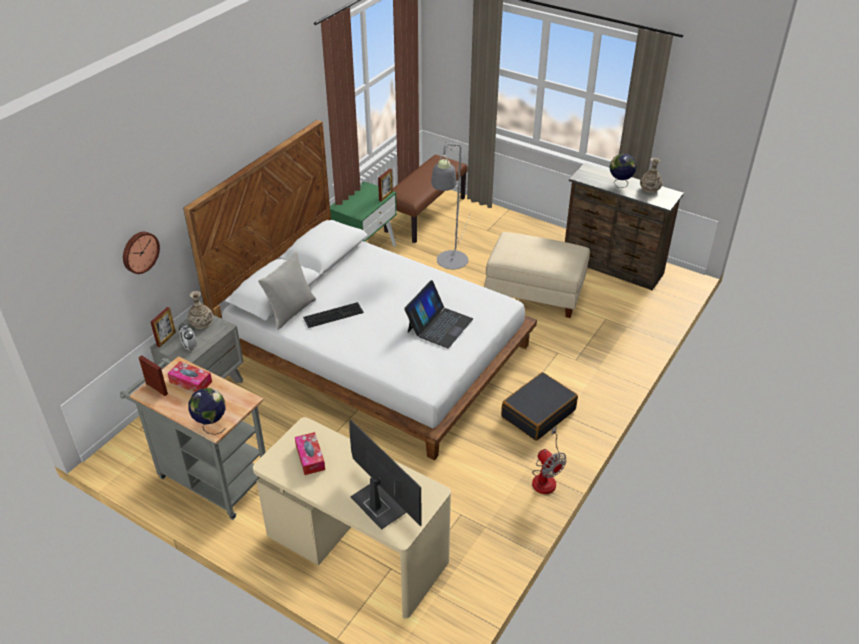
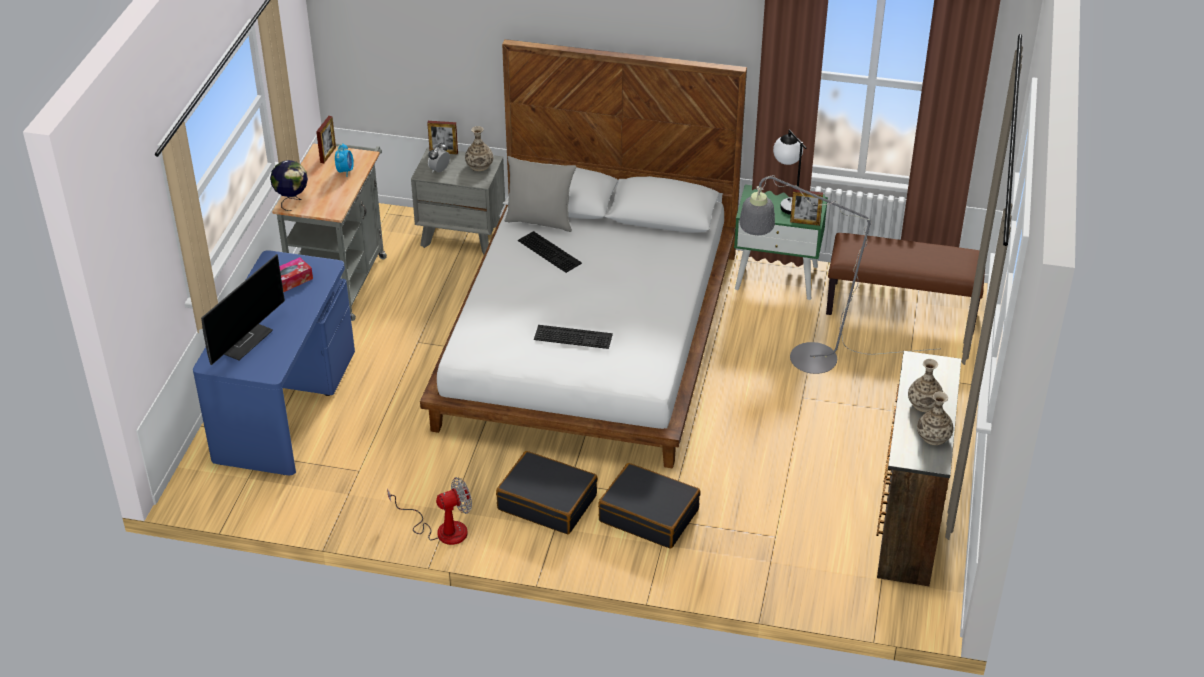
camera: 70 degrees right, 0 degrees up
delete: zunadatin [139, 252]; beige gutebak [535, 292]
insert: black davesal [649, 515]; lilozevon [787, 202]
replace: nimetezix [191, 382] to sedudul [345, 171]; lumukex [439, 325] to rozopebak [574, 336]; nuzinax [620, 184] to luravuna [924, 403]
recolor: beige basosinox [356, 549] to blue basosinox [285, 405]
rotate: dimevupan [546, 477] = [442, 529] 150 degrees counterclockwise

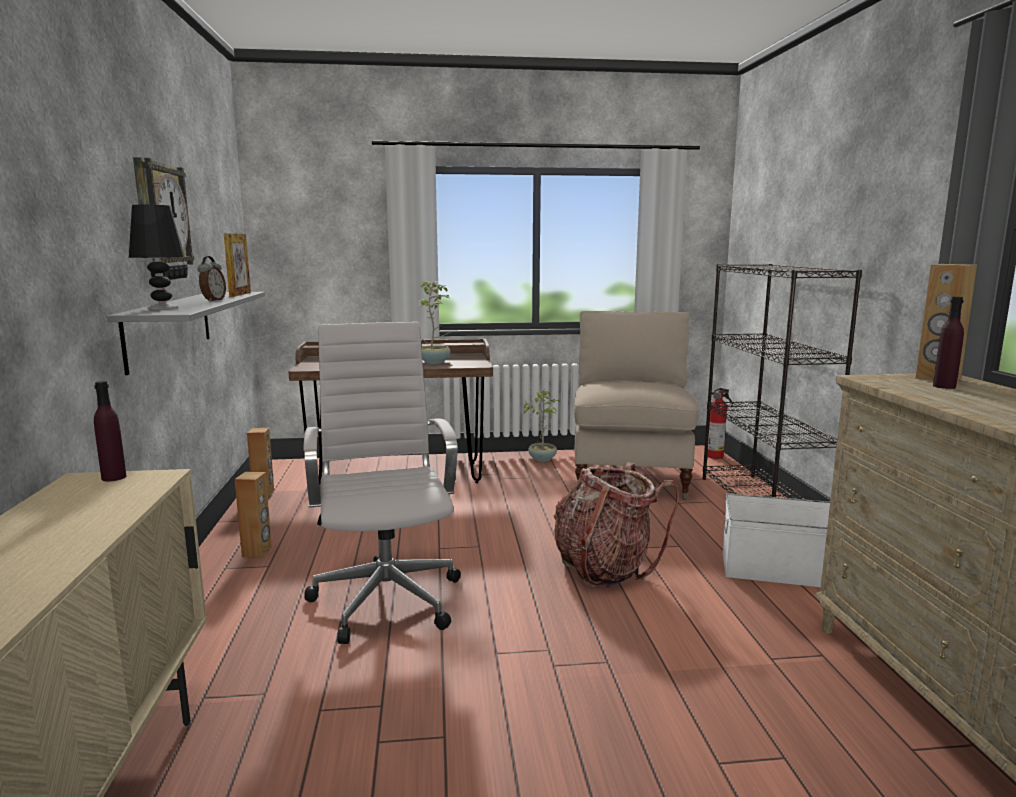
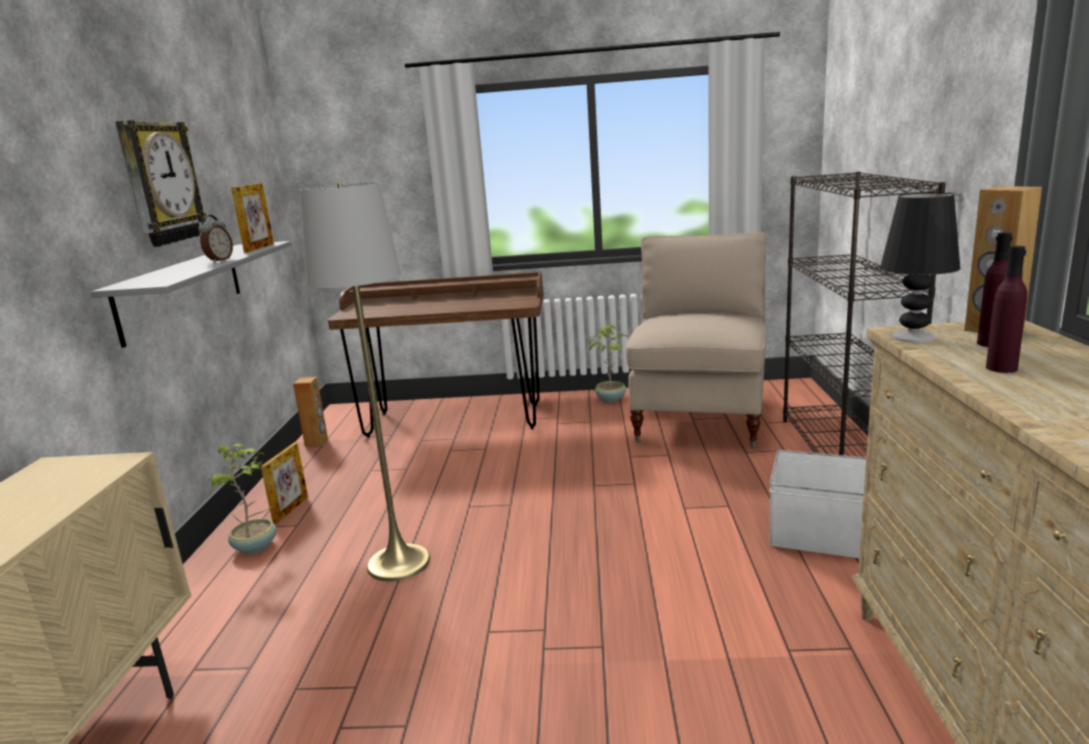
camera: 10 degrees right, 5 degrees up
delete: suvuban [605, 568]; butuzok [716, 456]
move: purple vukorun [114, 477] to [1001, 368]; black lilozevon [162, 308] to [913, 337]; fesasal [435, 362] to [256, 547]
replace: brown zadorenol [257, 552] to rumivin [291, 509]; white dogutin [386, 597] to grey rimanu [399, 562]

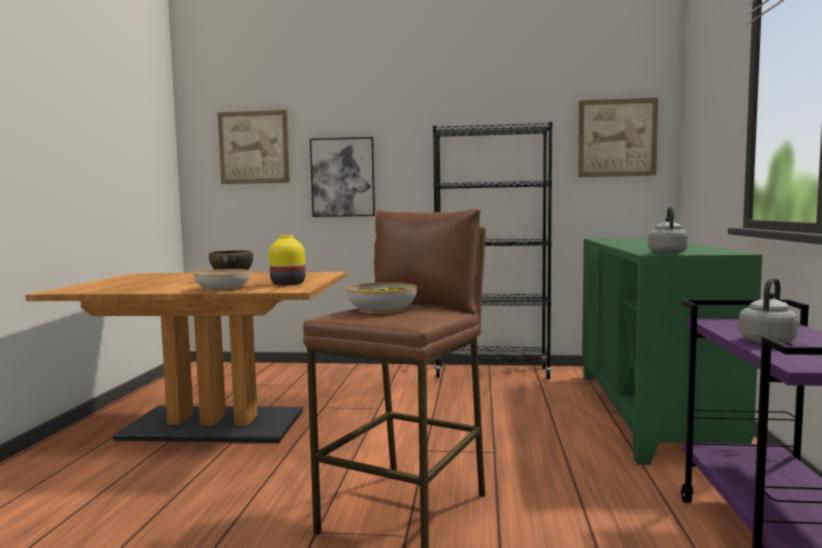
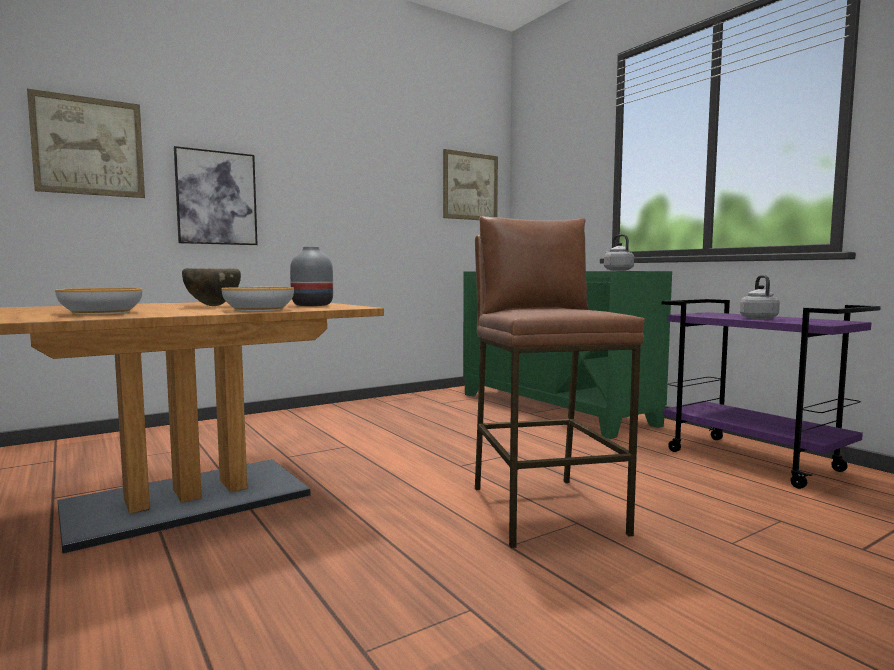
camera: 40 degrees left, 0 degrees up
delete: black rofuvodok [492, 373]
move: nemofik [382, 309] to [102, 312]
recolor: yellow luravuna [288, 284] to grey luravuna [311, 305]

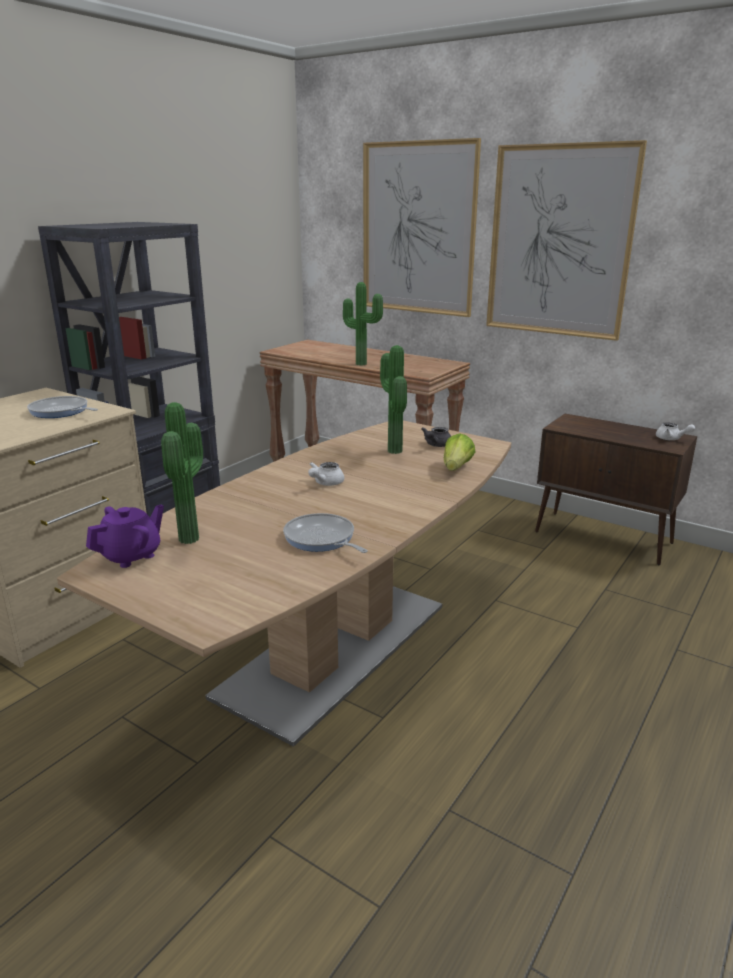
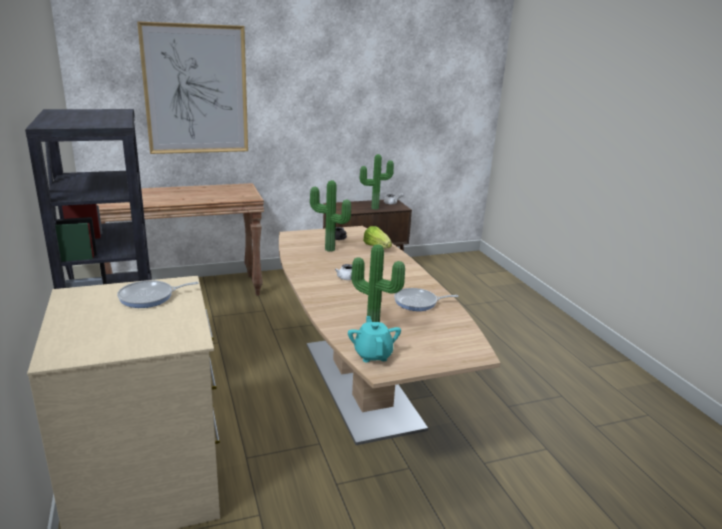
camera: 55 degrees left, 0 degrees up
delete: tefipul [559, 242]
move: fesasal [362, 363] to [374, 207]
recolor: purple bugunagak [131, 556] to turquoise bugunagak [373, 354]

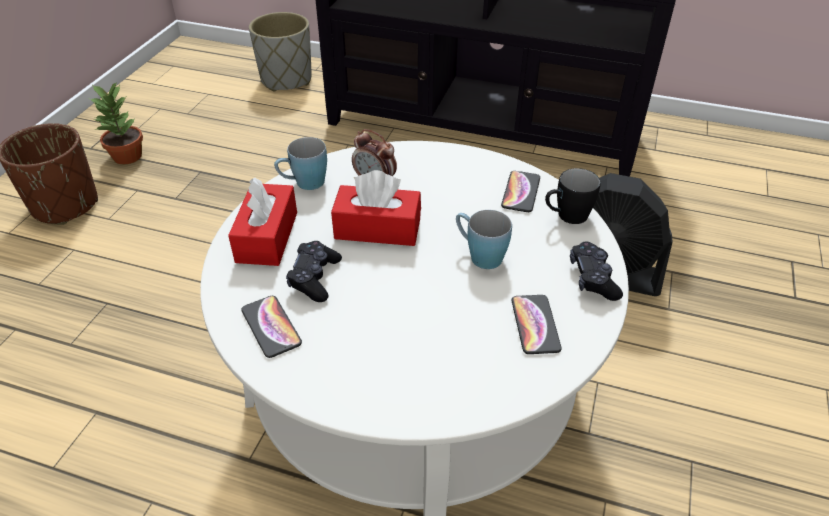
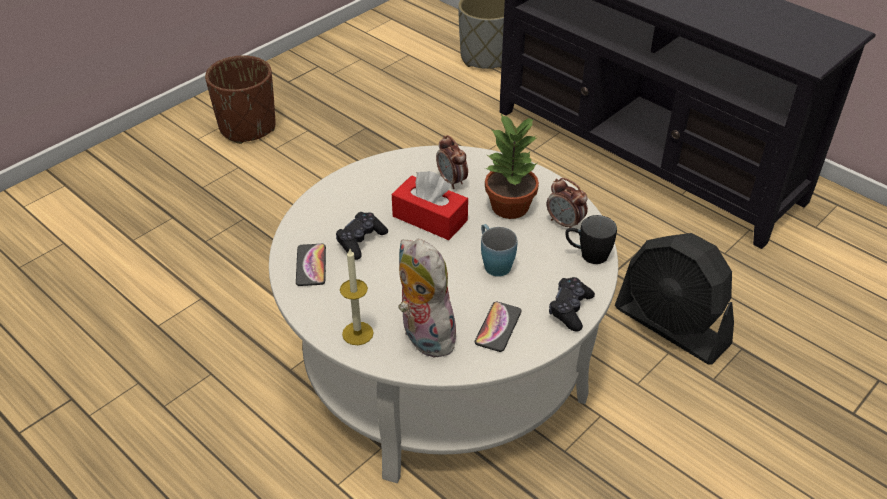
camera: 25 degrees right, 0 degrees up
delete: red nimetezix [267, 237]; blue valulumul [303, 184]
insert: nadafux [357, 333]; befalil [423, 336]
move: fesasal [128, 156] to [510, 207]
replace: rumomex [521, 192] to sedudul [565, 223]

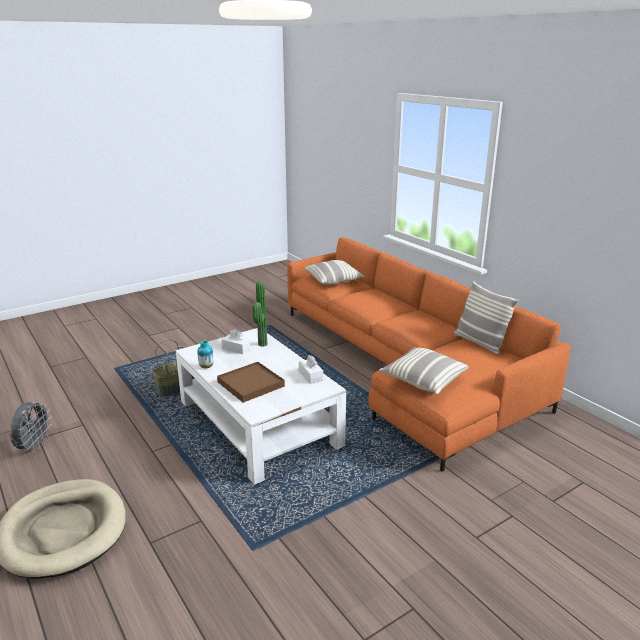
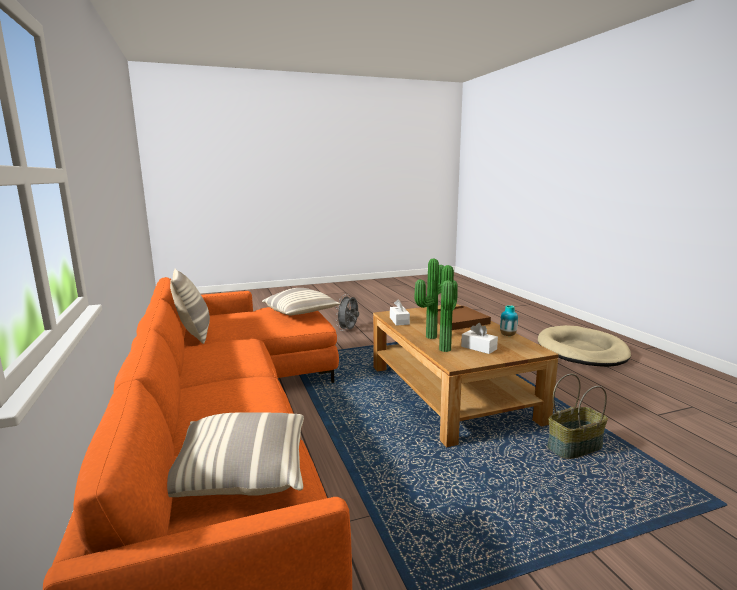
camera: 165 degrees left, 10 degrees down
insert: fesasal [429, 336]
move: grey dimevupan [34, 447] to [348, 330]
recolor: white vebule [258, 423] to brown vebule [450, 392]

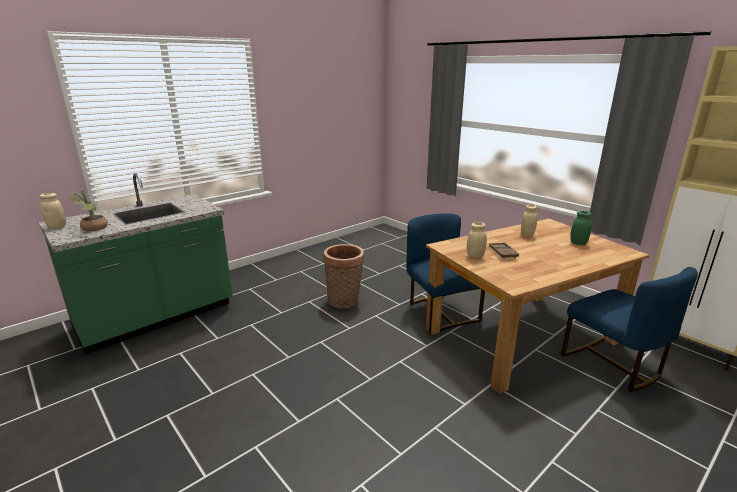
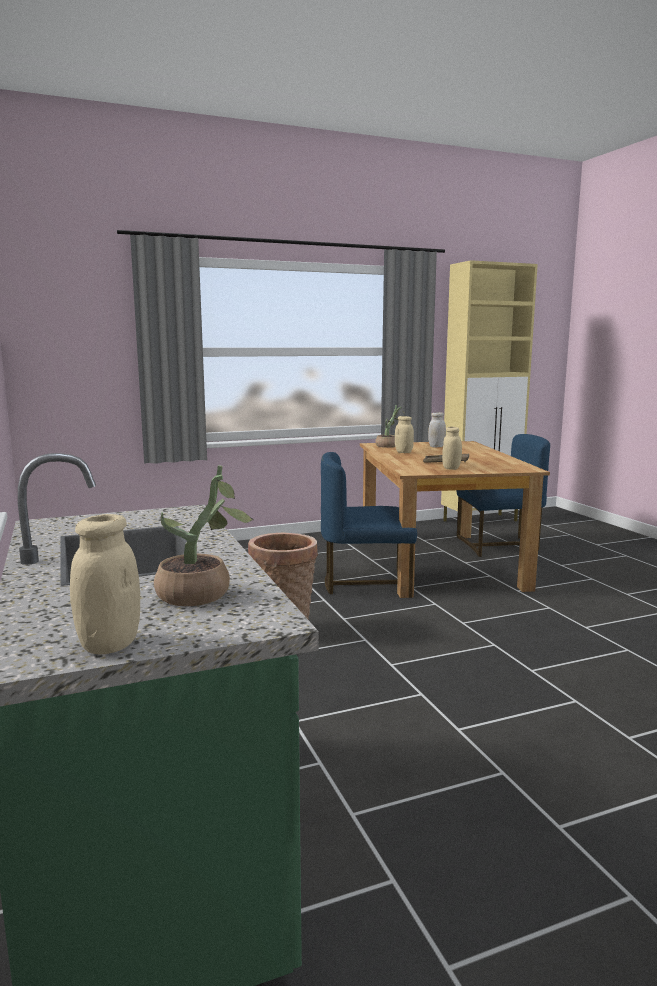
camera: 70 degrees left, 10 degrees down
insert: fesasal [389, 446]
recolor: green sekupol [578, 243] to white sekupol [436, 446]

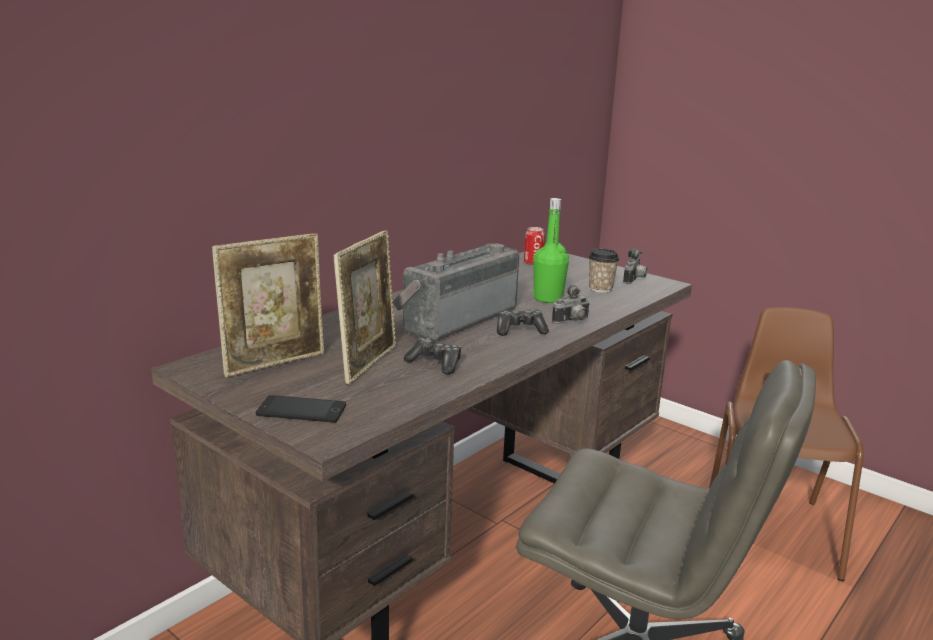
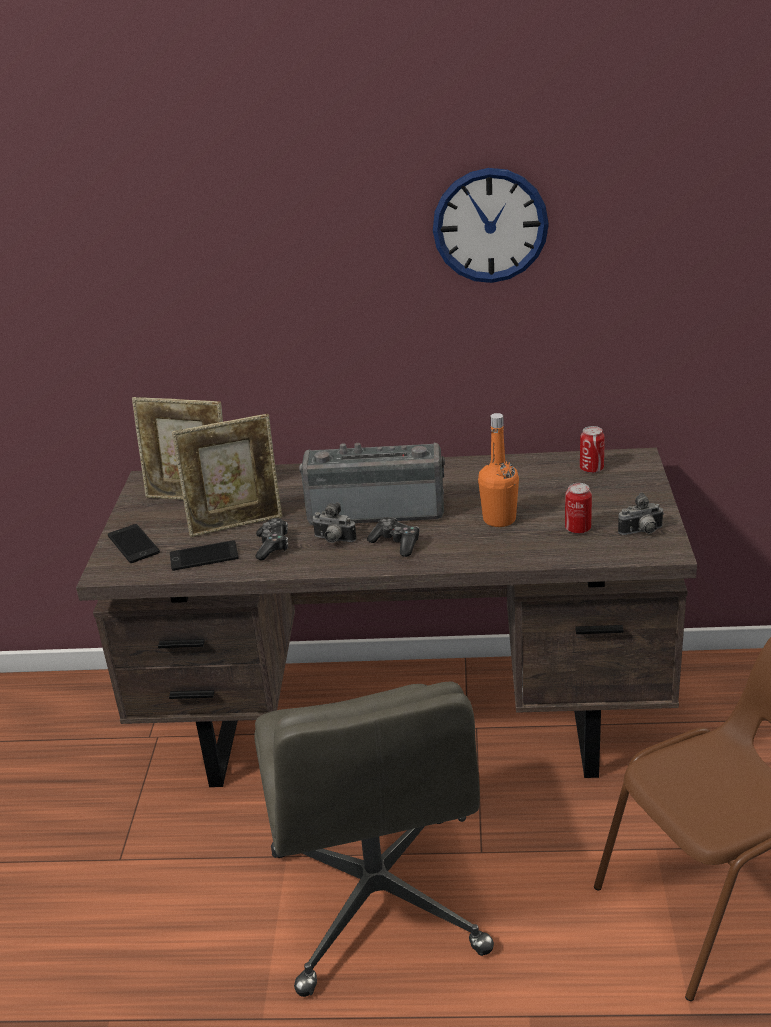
camera: 55 degrees right, 10 degrees up
insert: rumomex [204, 556]; zunadatin [490, 226]
move: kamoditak [572, 322] to [333, 540]
replace: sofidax [600, 289] to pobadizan [578, 528]
recolor: green vukorun [548, 298] to orange vukorun [499, 519]

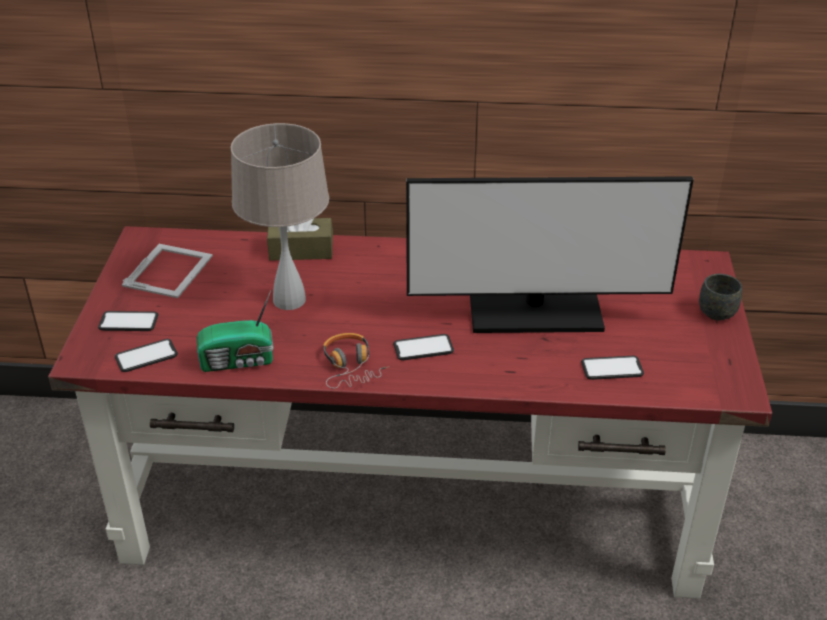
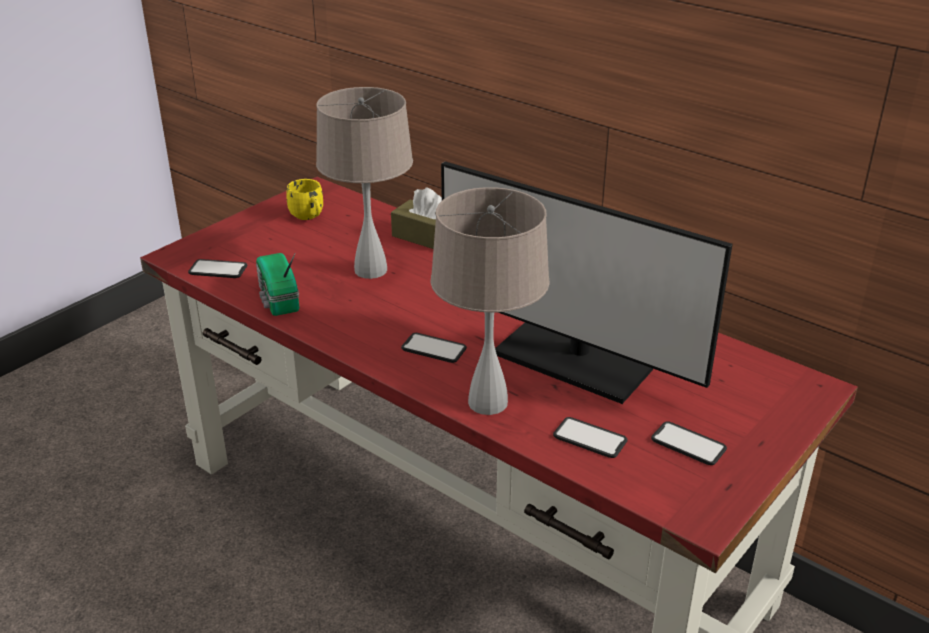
camera: 35 degrees right, 5 degrees down
delete: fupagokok [351, 367]; grey valulumul [718, 310]
insert: beige lilozevon [487, 402]
move: rumomex [128, 322] to [688, 444]
replace: rumivin [169, 270] to yellow valulumul [309, 217]
rotate: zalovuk [239, 361] = [277, 299] 45 degrees clockwise

